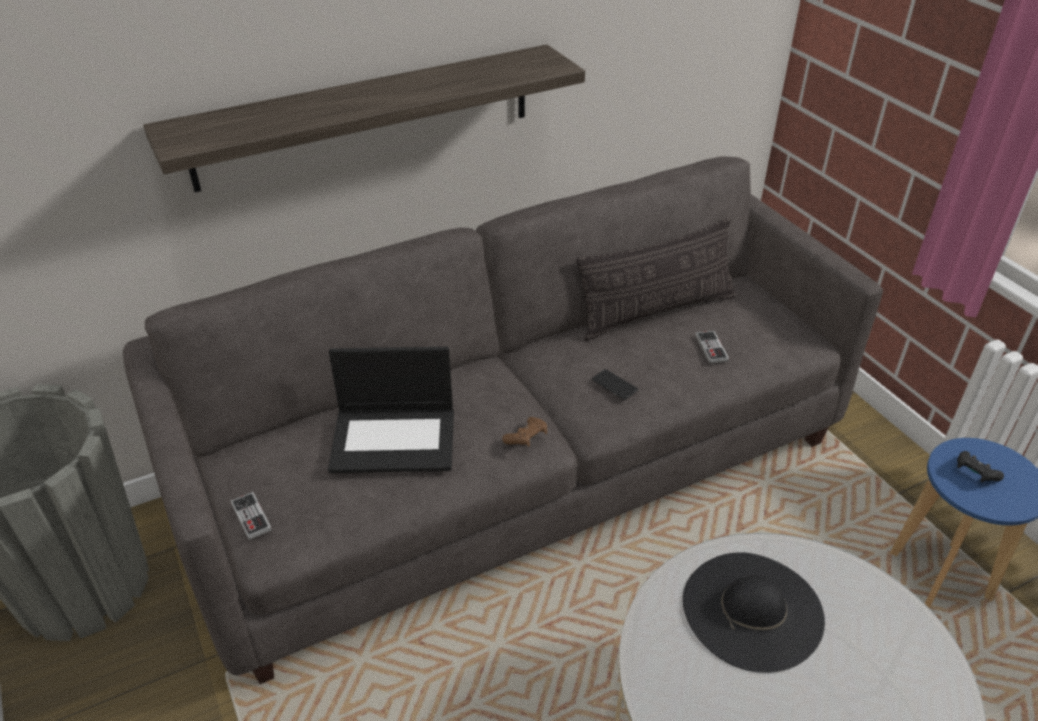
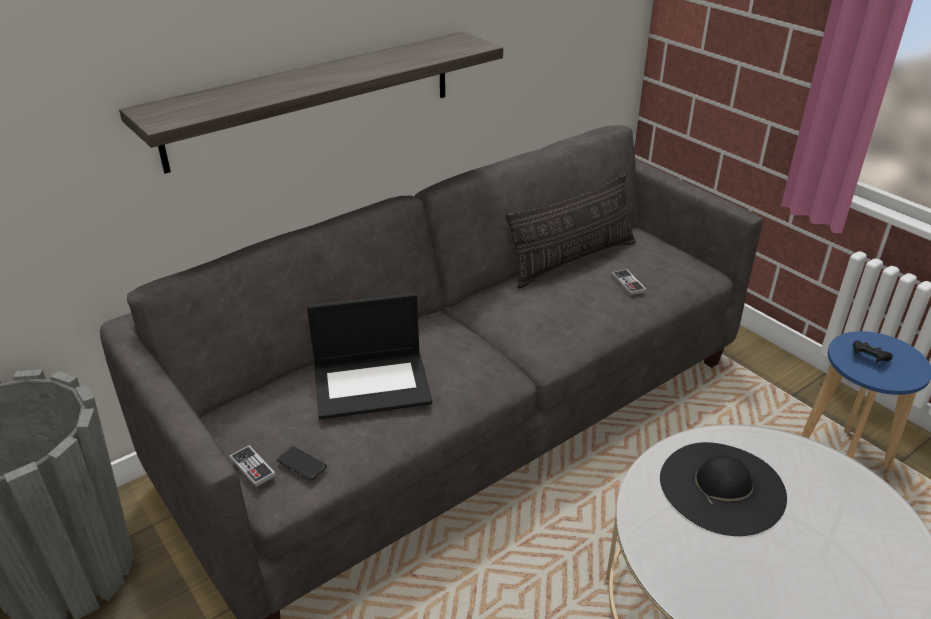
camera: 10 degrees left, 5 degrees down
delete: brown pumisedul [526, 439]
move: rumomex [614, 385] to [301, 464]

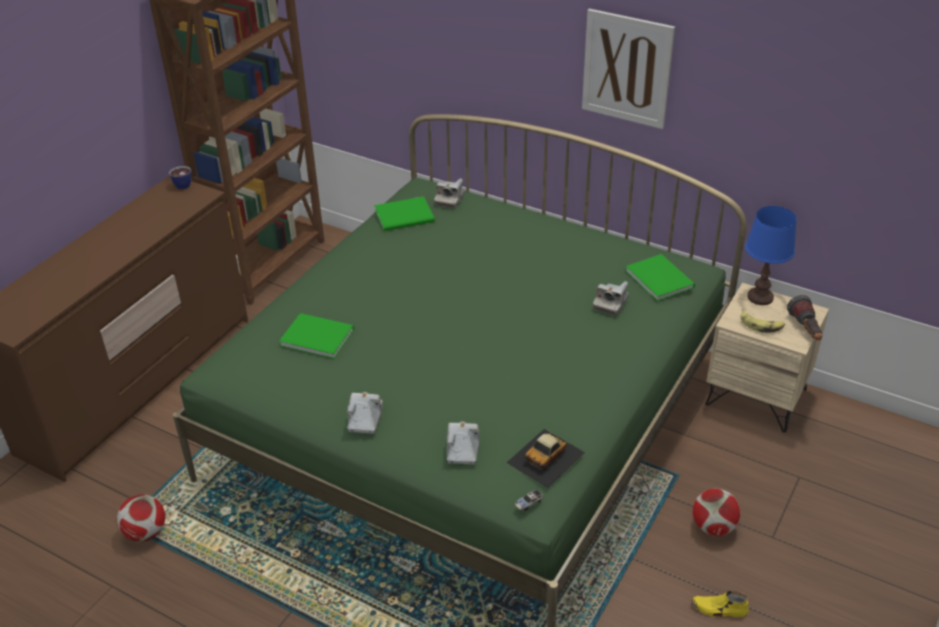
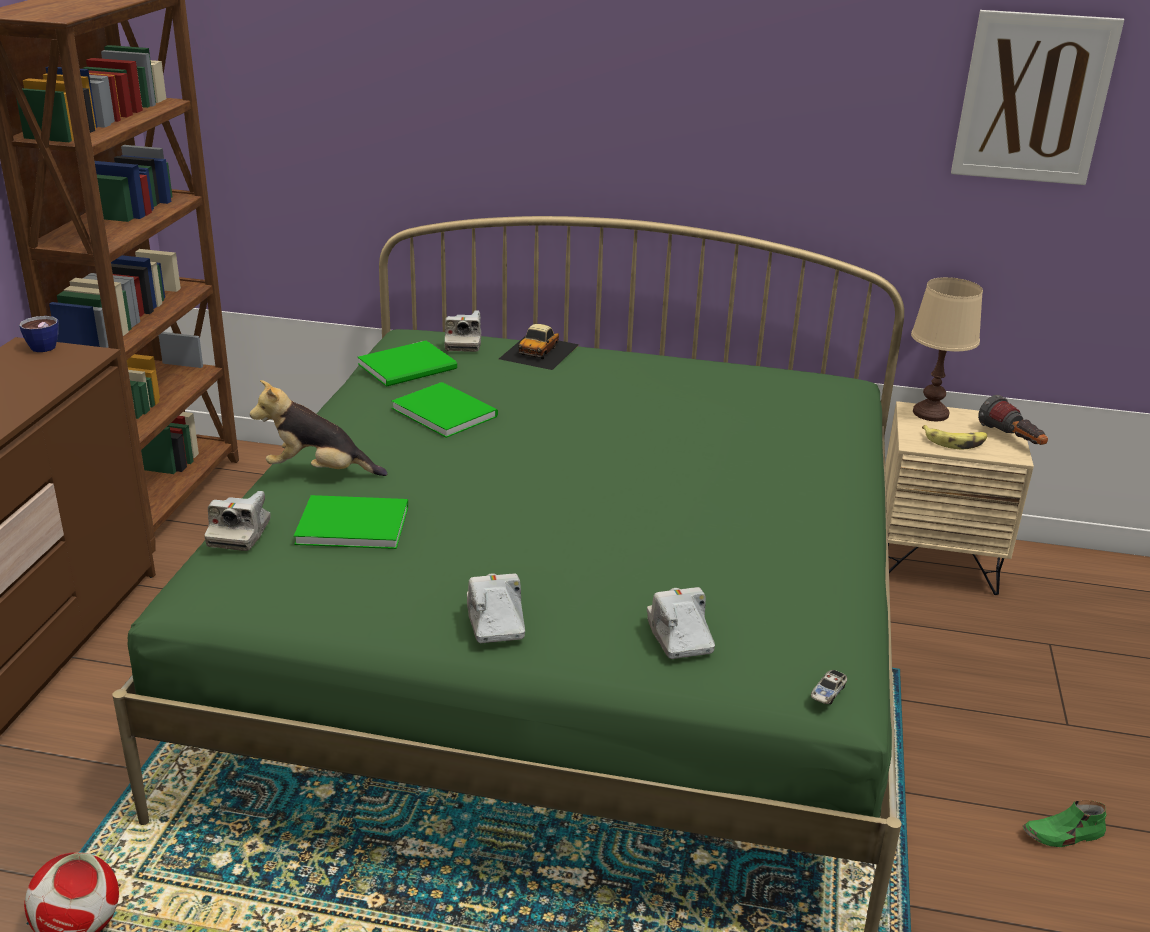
camera: 20 degrees left, 10 degrees down
delete: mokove [713, 527]
insert: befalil [319, 471]
move: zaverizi [546, 457] to [539, 351]; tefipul [627, 68] to [1033, 98]; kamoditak [610, 303] to [239, 534]; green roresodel [659, 277] to [444, 411]
recolor: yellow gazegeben [719, 609] to green gazegeben [1063, 835]; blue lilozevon [760, 297] to beige lilozevon [931, 413]

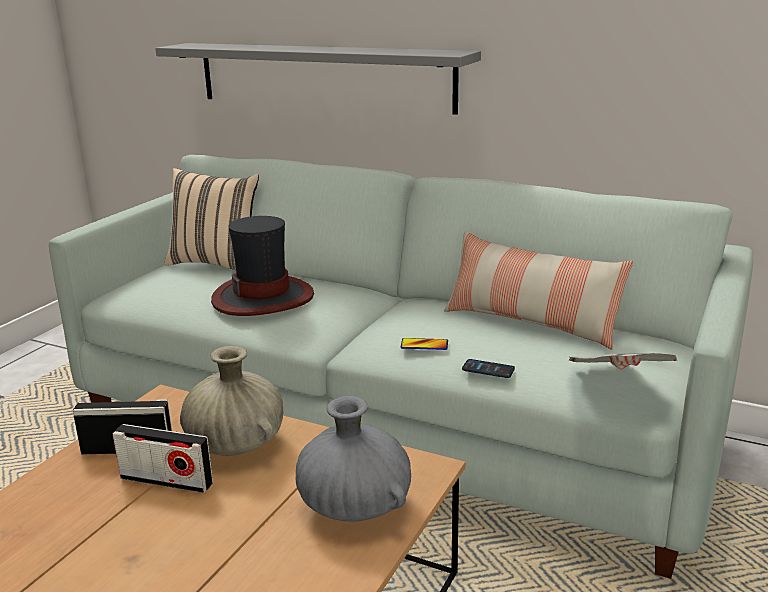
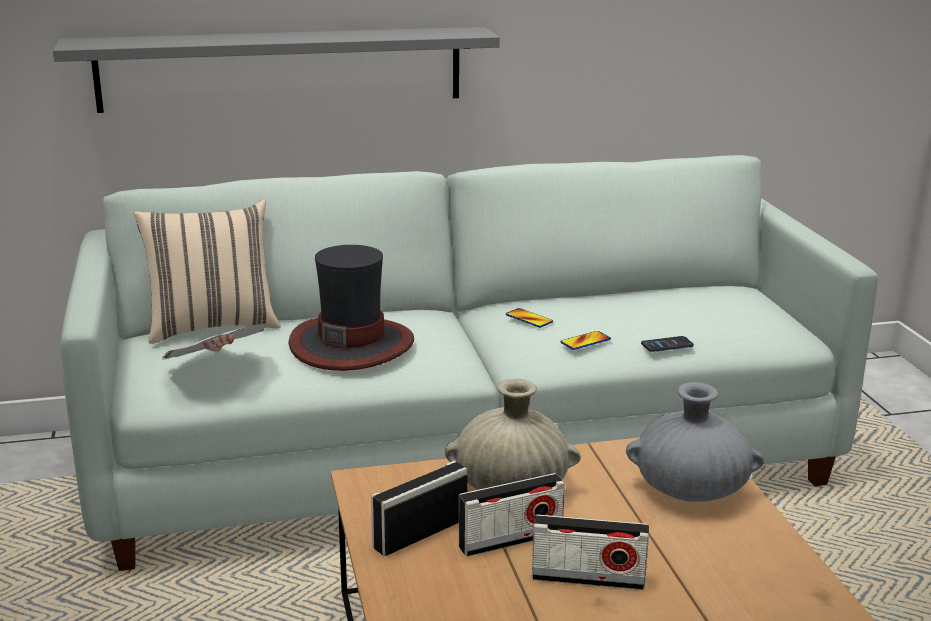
camera: 40 degrees left, 0 degrees up
delete: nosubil [531, 322]
insert: rumomex [529, 319]; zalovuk [588, 579]
move: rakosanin [618, 385] to [215, 369]

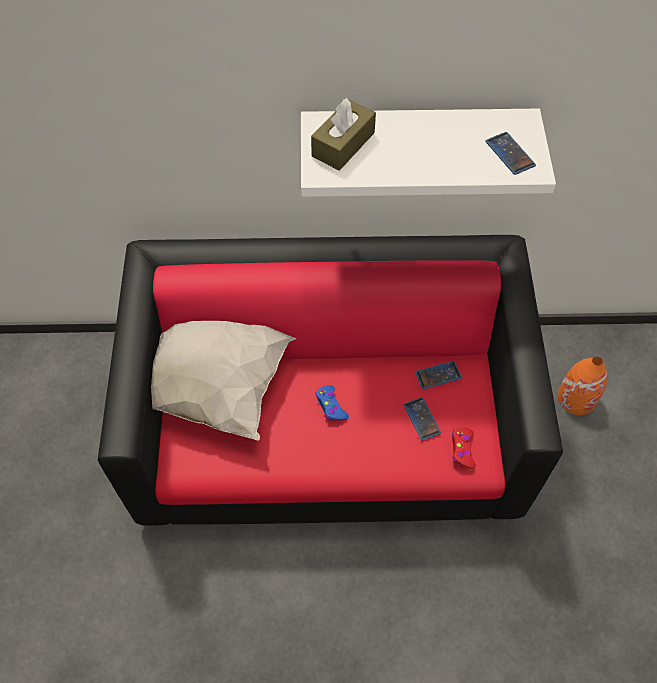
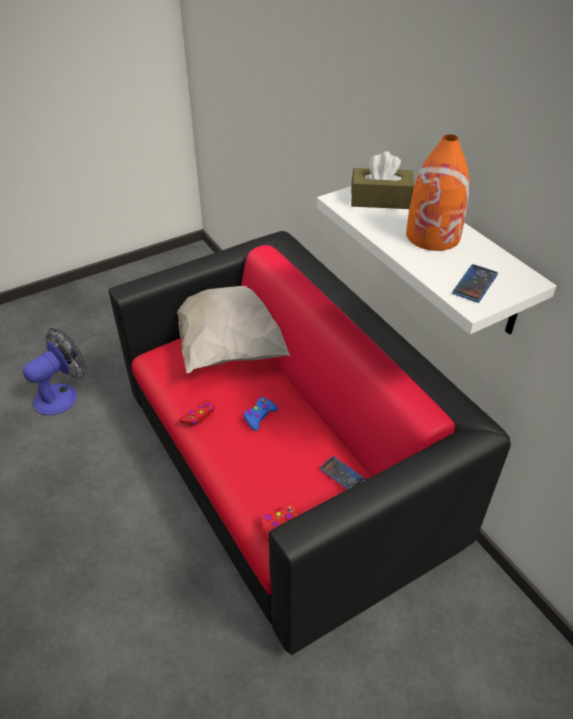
camera: 60 degrees right, 15 degrees down
delete: rumomex [421, 419]
insert: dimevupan [62, 394]; red pumisedul [199, 416]
move: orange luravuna [576, 397] to [433, 236]

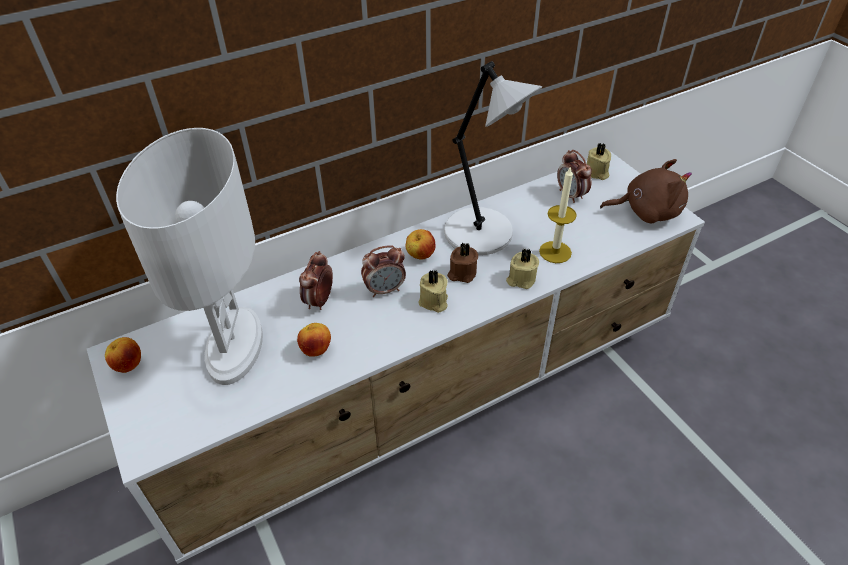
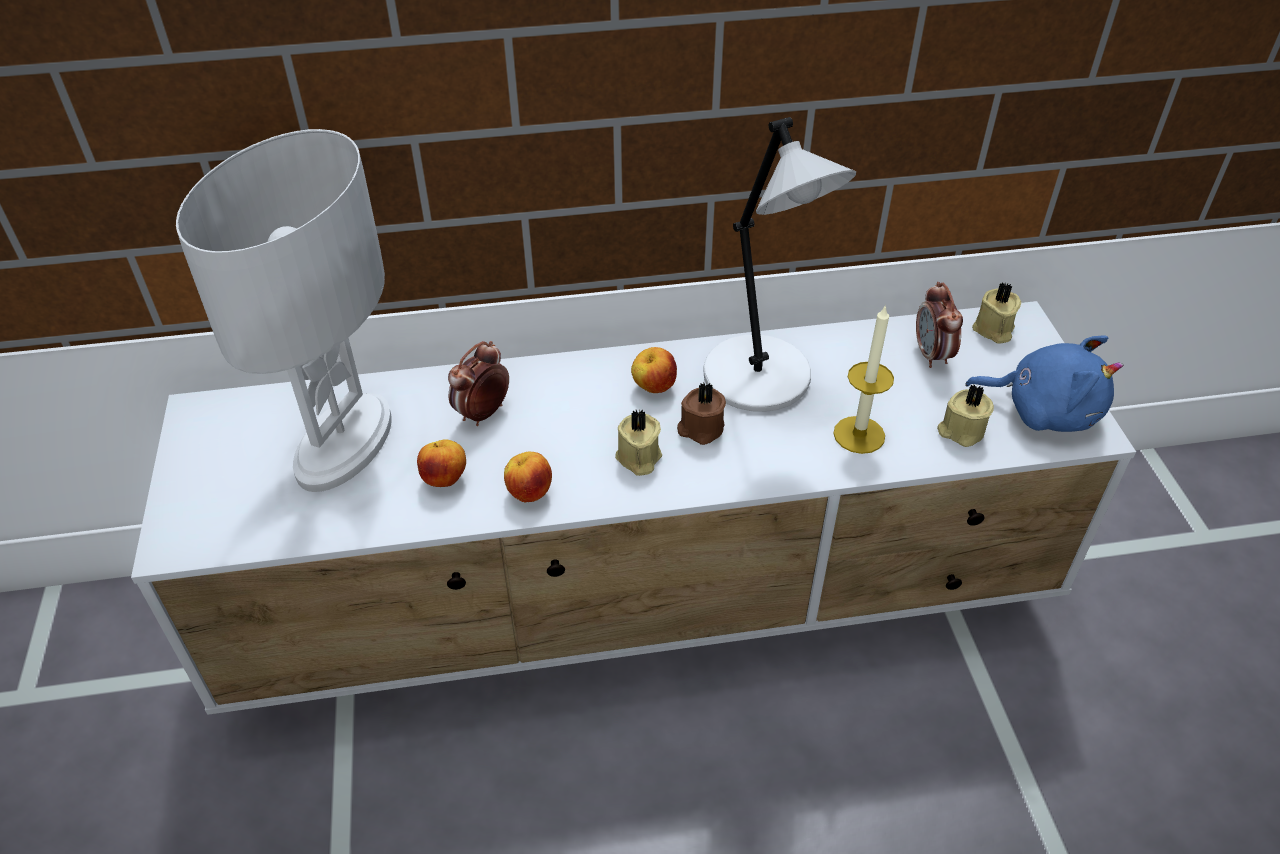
camera: 20 degrees right, 0 degrees up
delete: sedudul [385, 290]
move: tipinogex [128, 365] to [529, 493]; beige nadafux [520, 279] to [961, 431]
recolor: brown befalil [646, 211] to blue befalil [1043, 410]

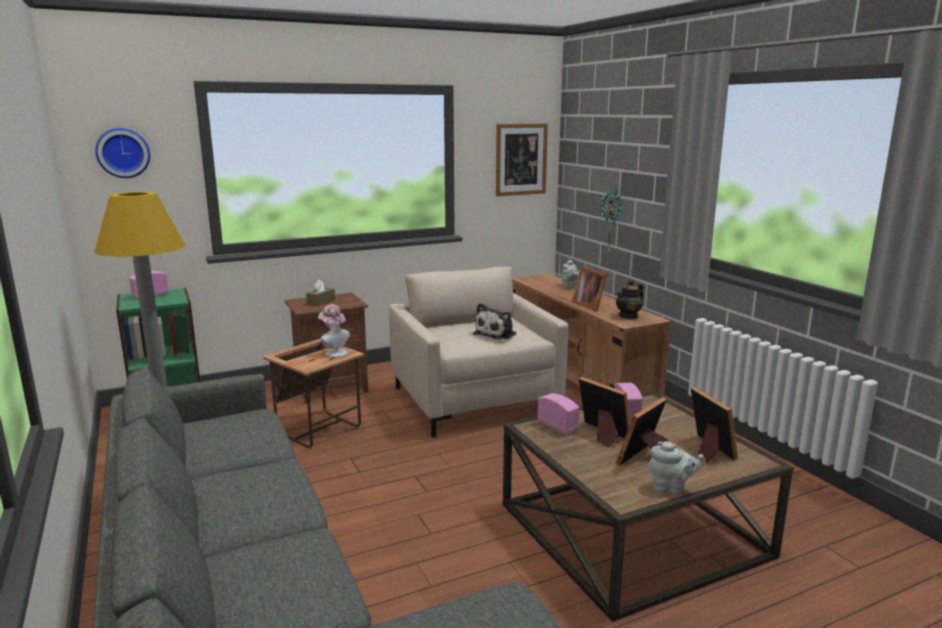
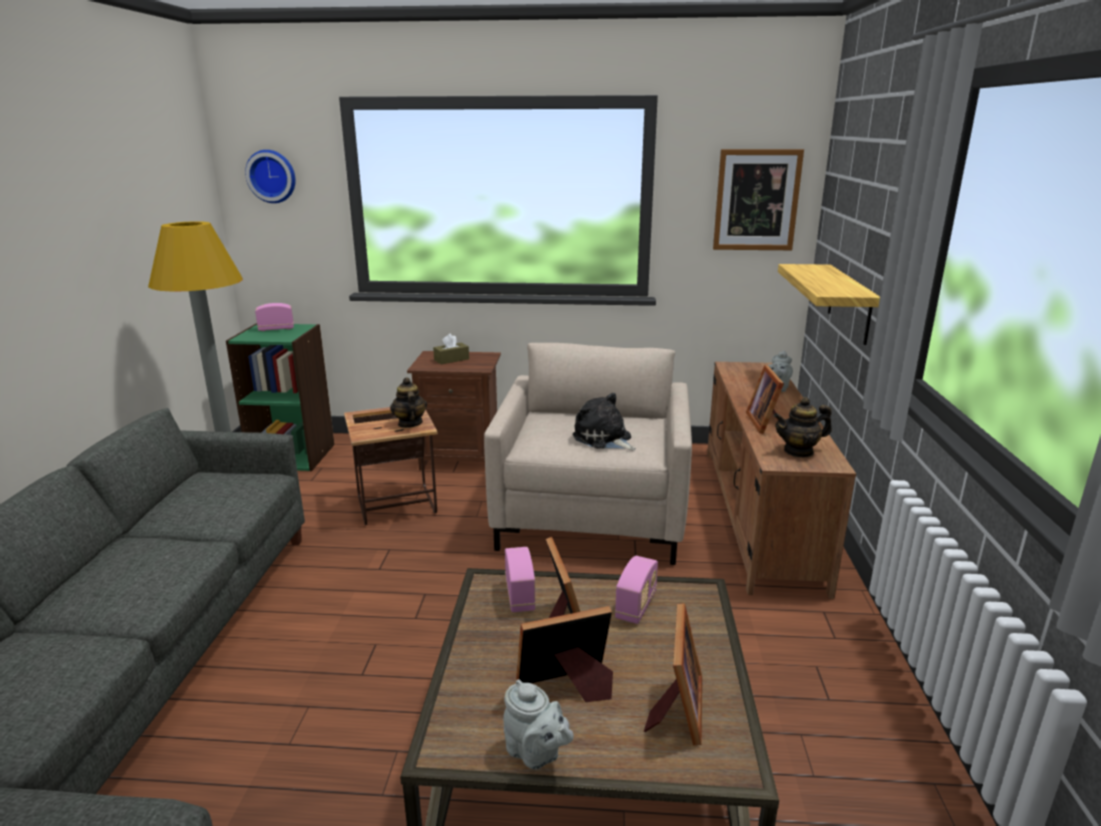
camera: 30 degrees right, 5 degrees up
replace: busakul [334, 352] to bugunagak [409, 423]; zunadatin [612, 221] to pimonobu [850, 303]
rotate: befalil [497, 334] = [604, 439] 75 degrees clockwise

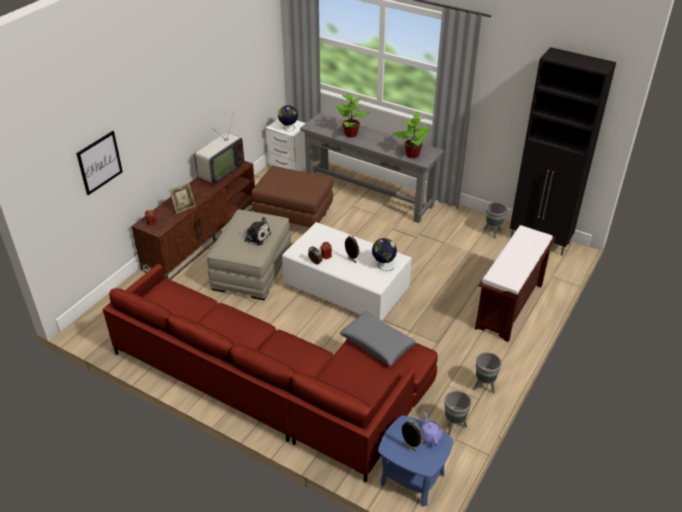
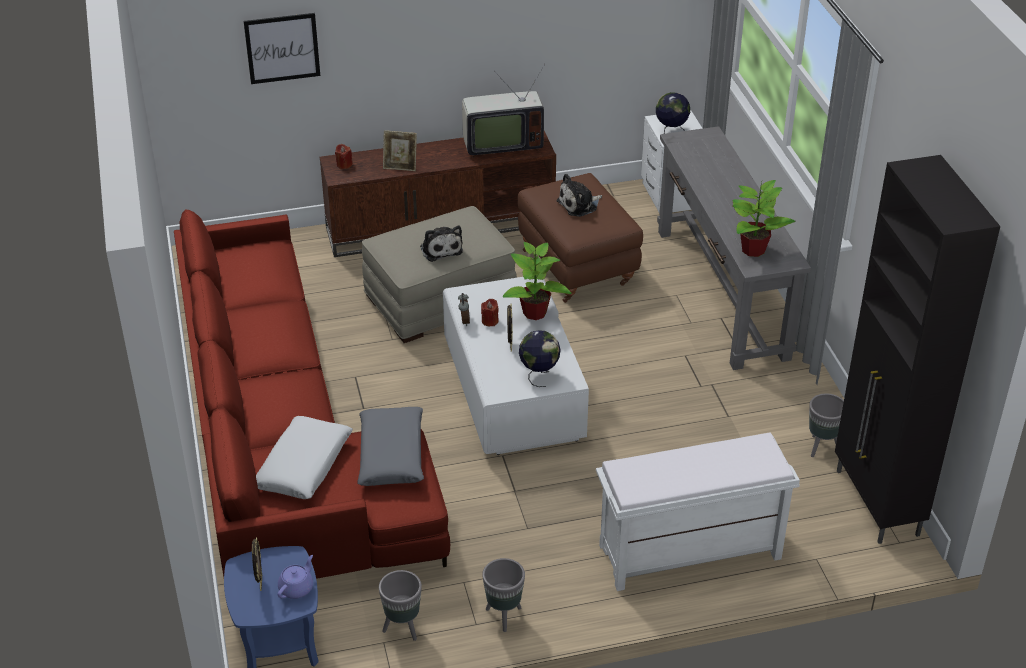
camera: 45 degrees right, 0 degrees up
insert: white nosubil [304, 466]; befalil [579, 205]
move: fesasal [351, 134] to [534, 313]
recolor: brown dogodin [509, 307] to white dogodin [688, 553]

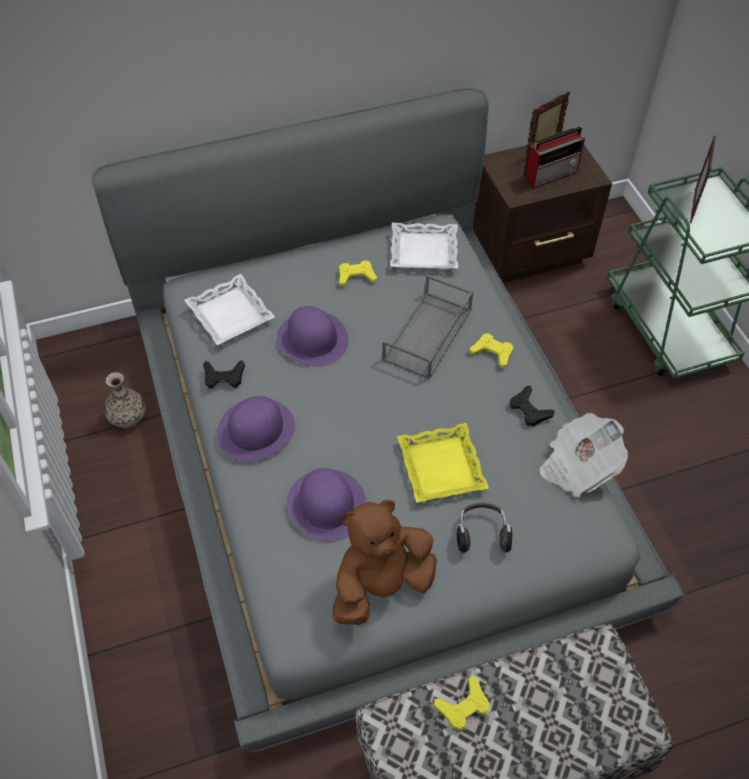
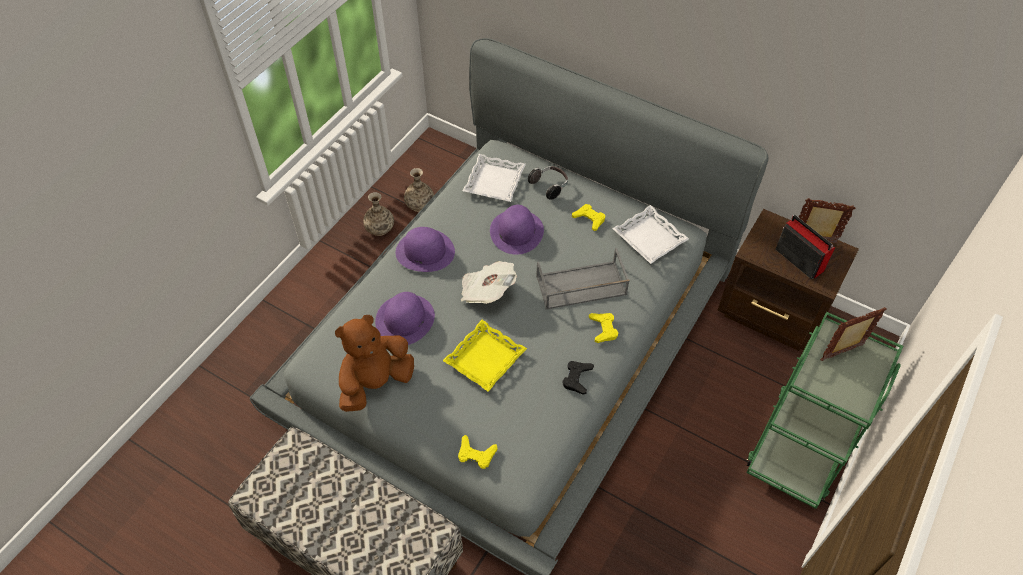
camera: 50 degrees right, 0 degrees up
delete: black pumisedul [224, 377]
insert: luravuna [380, 228]
move: yellow pumisedul [463, 706] to [476, 454]; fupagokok [482, 534] to [549, 186]; rakosanin [578, 466] to [486, 291]
rotate: brown befalil [381, 585] = [375, 383] 60 degrees counterclockwise; zalovuk [551, 174] = [798, 259] 150 degrees counterclockwise

